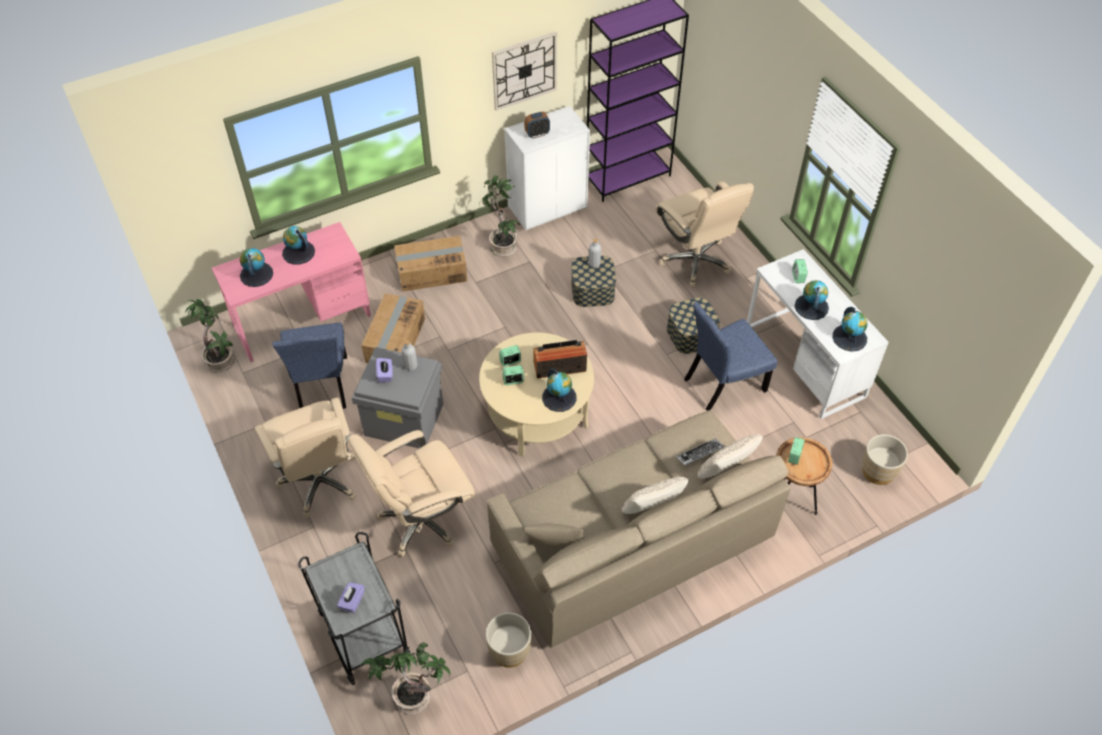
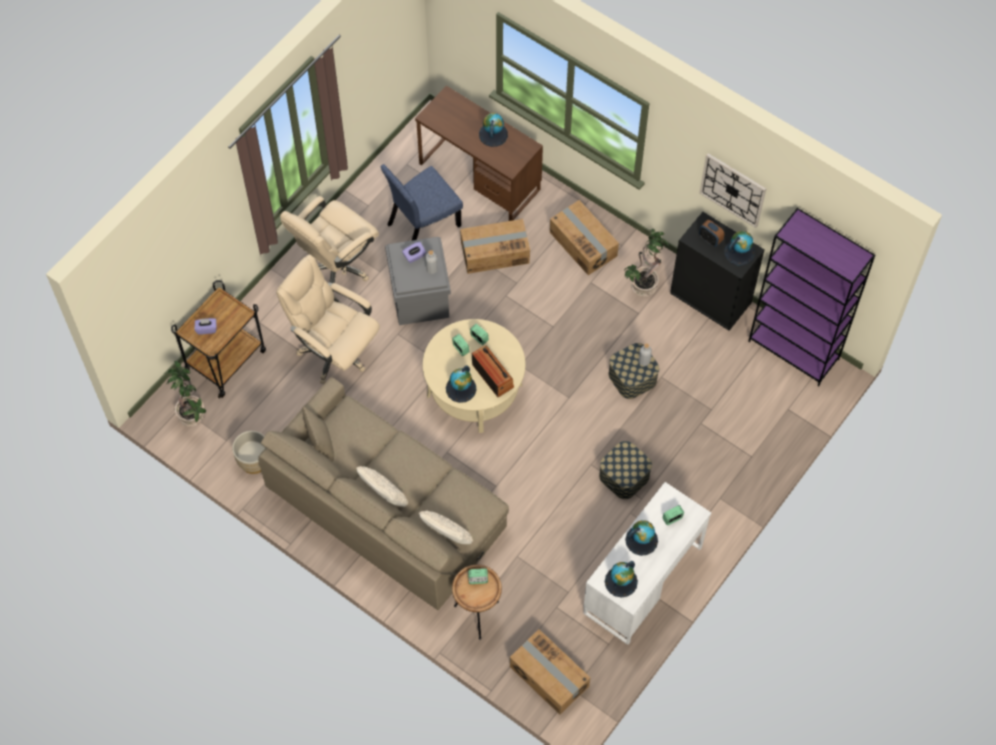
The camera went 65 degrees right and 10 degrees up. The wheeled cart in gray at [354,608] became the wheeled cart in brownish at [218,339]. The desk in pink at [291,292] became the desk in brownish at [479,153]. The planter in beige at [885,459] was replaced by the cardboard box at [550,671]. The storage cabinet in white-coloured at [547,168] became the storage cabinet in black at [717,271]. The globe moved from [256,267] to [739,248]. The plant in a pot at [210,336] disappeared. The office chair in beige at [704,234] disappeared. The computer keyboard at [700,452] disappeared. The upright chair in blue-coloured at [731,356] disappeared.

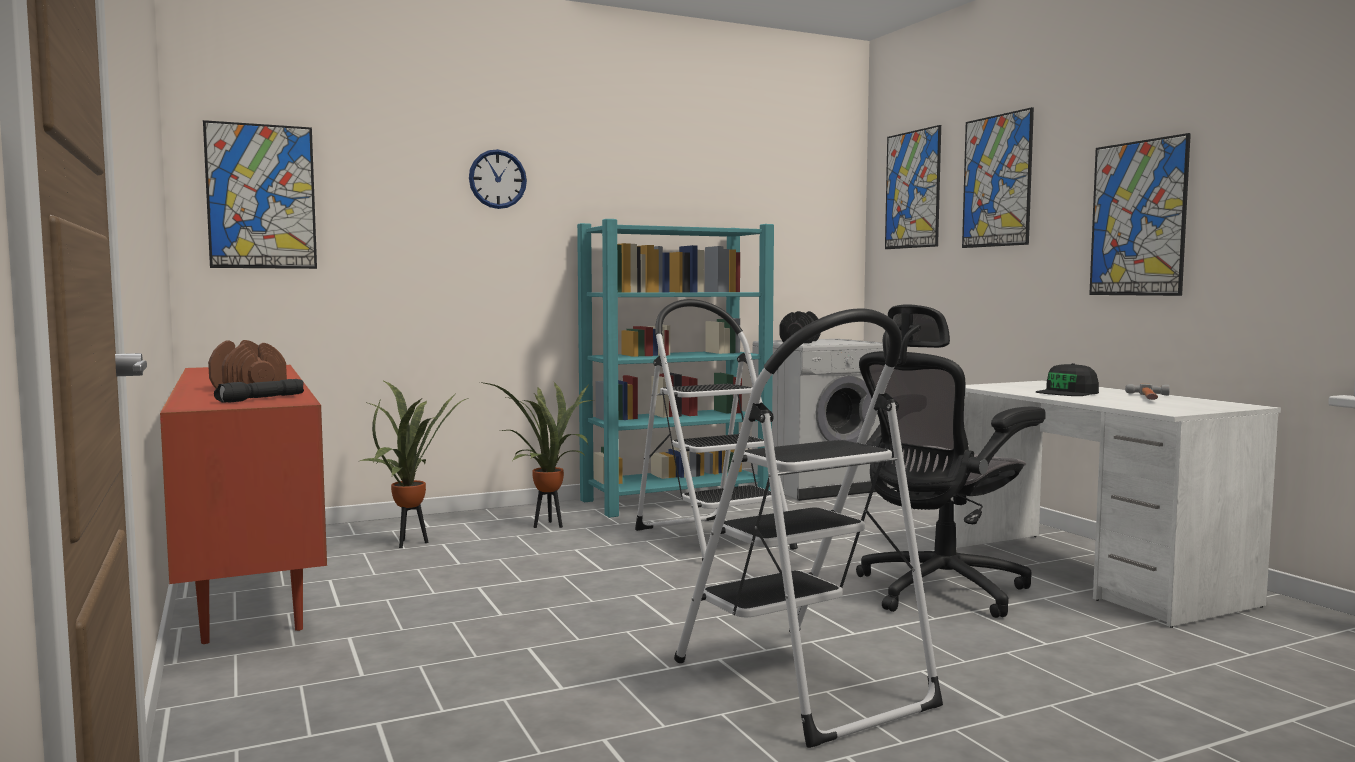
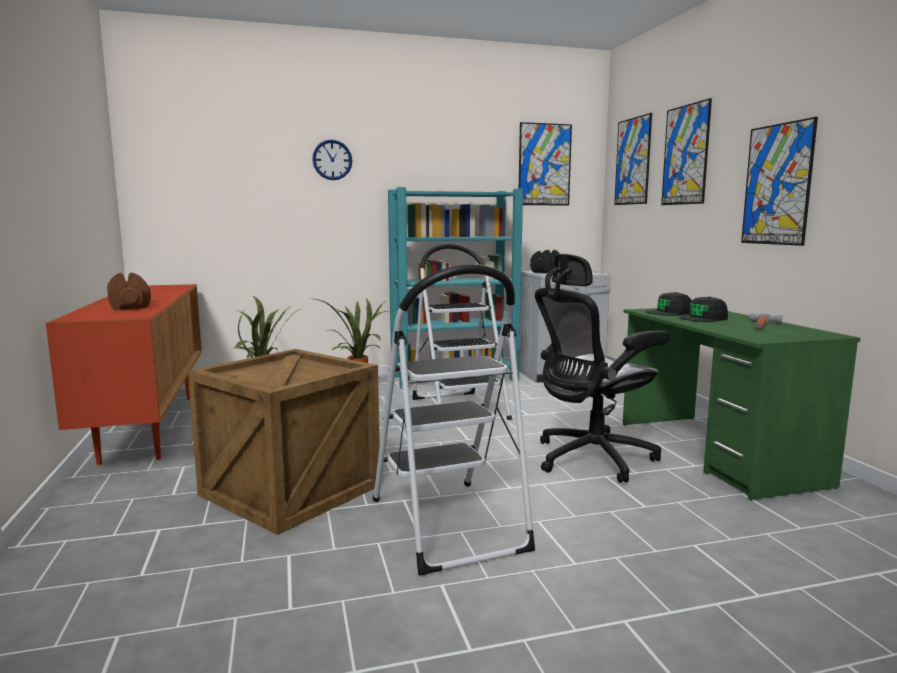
The camera went 10 degrees right and 5 degrees up. The shipping crate at [284,442] appeared. The wall art moved from [260,194] to [545,164]. The desk in white-coloured at [1117,504] became the desk in green at [742,404]. The peaked cap in black at [669,304] appeared. The torch in black at [259,391] disappeared.

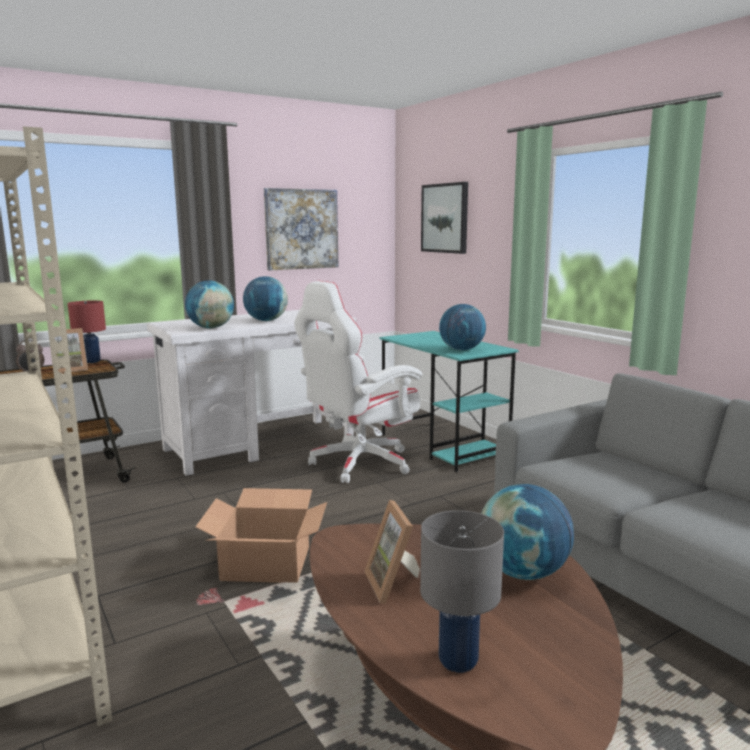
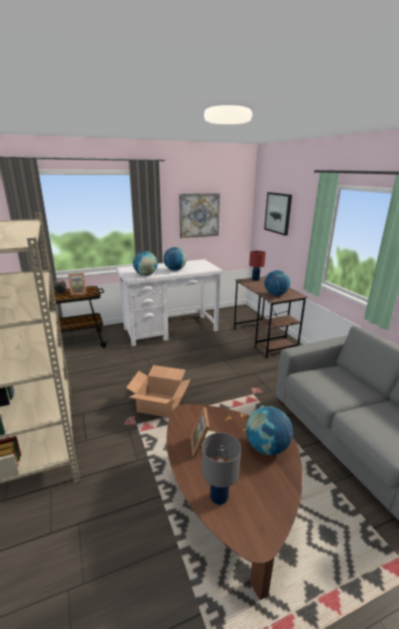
The camera went 10 degrees right and 10 degrees up. The desk in turquoise at [449,401] became the desk in brownish at [271,317]. The lamp for a table in reddish moved from [87,331] to [257,266]. The office chair in white-coloured at [358,382] disappeared.

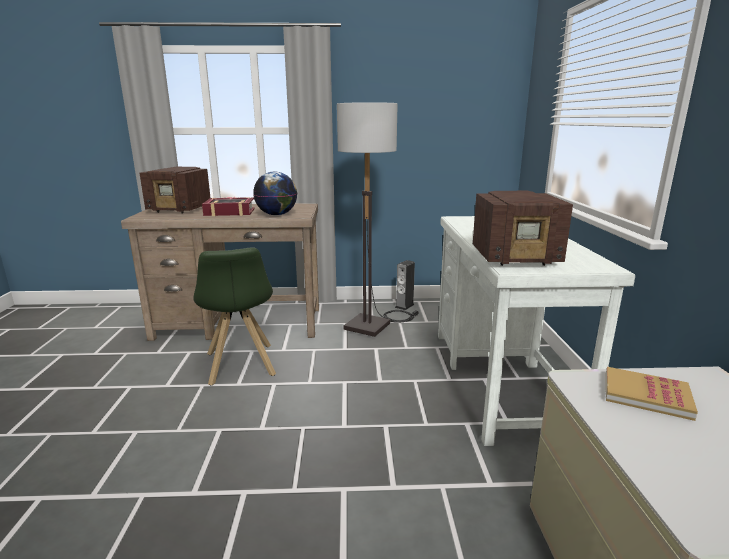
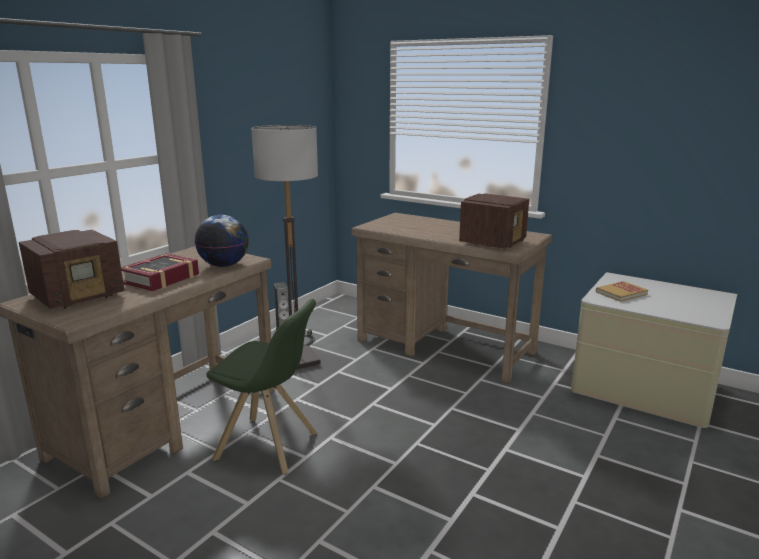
The camera went 55 degrees left and 0 degrees up. The desk in white-coloured at [536,331] became the desk in brownish at [451,298].

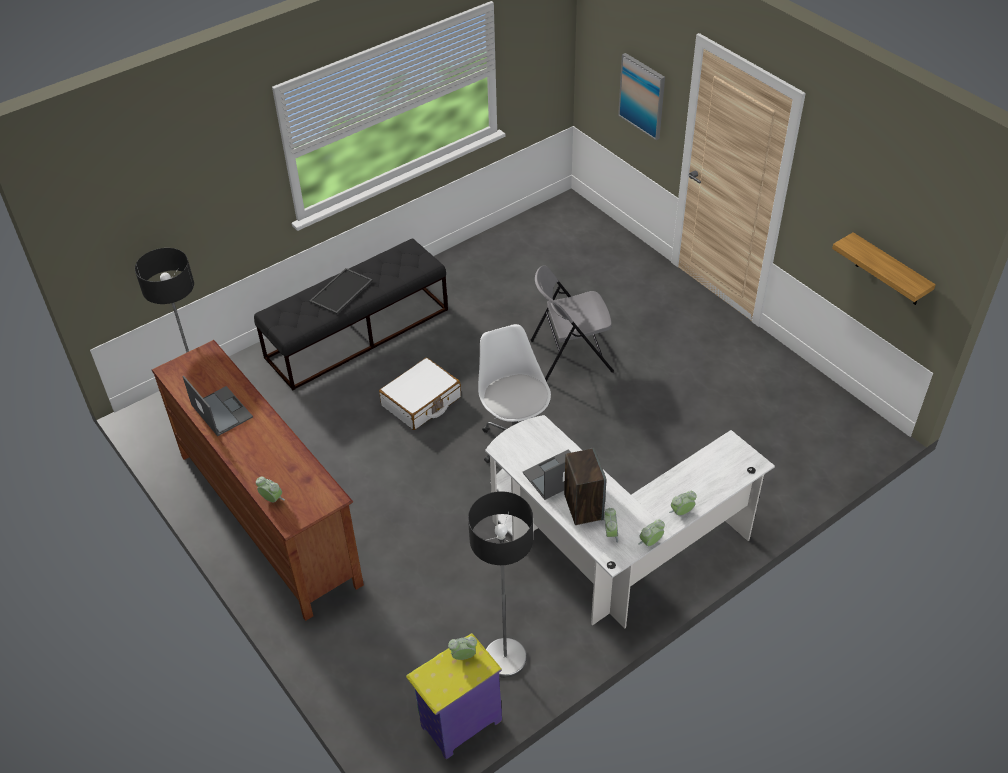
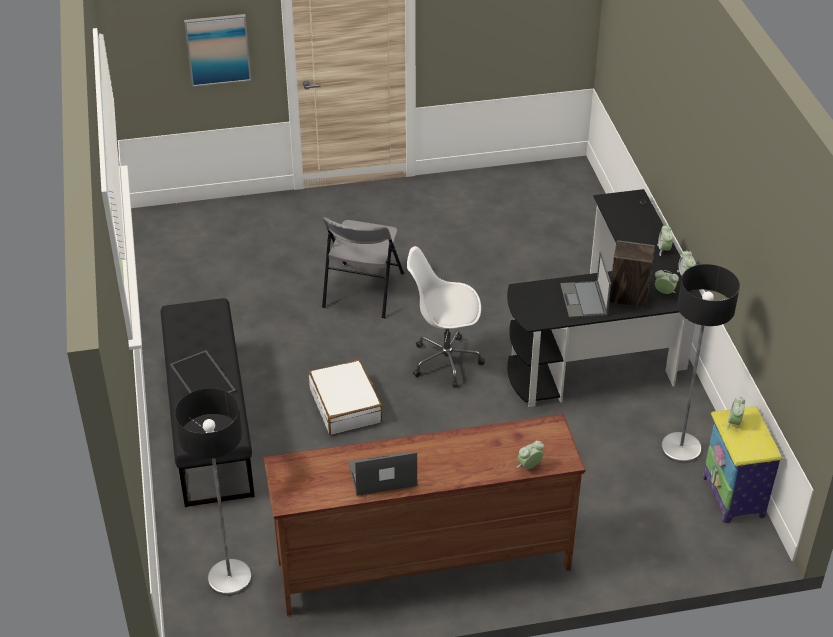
The camera went 65 degrees left and 5 degrees down. The desk in white-coloured at [630,522] became the desk in black at [604,298]. The bracket shelf at [884,268] disappeared.

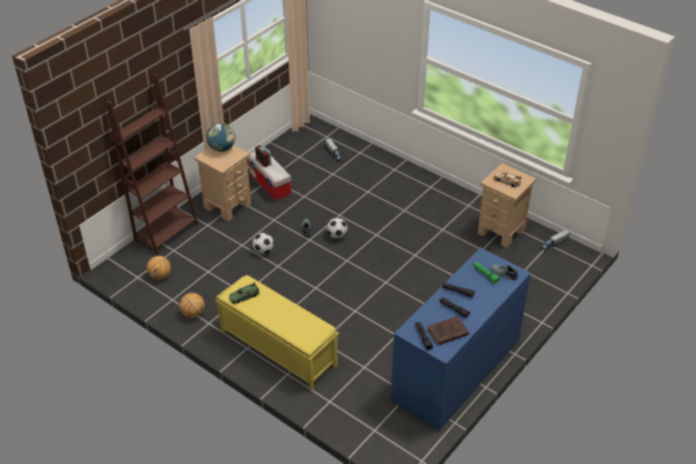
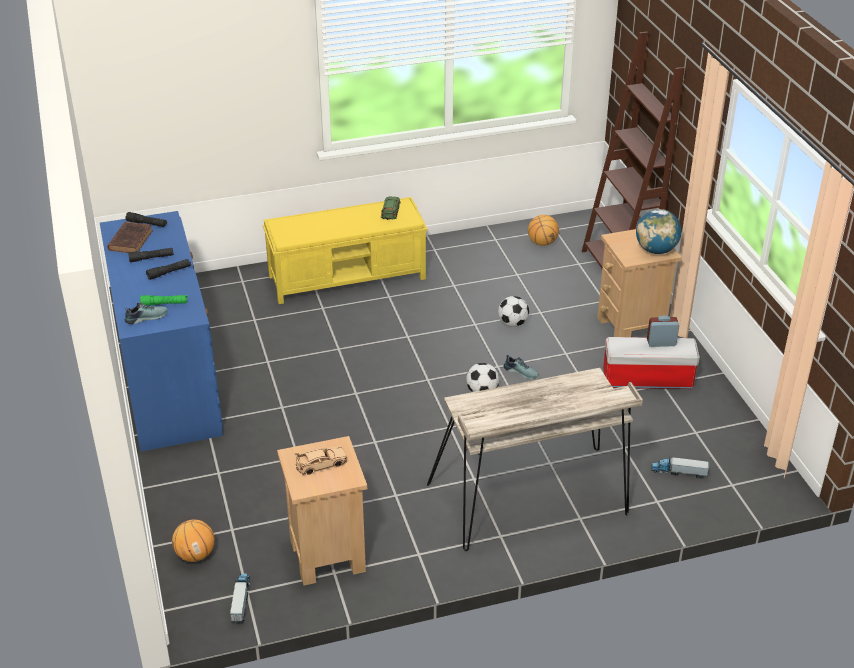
The camera went 125 degrees right and 5 degrees down. The basketball moved from [192,305] to [193,540]. The desk in beige at [535,459] appeared.

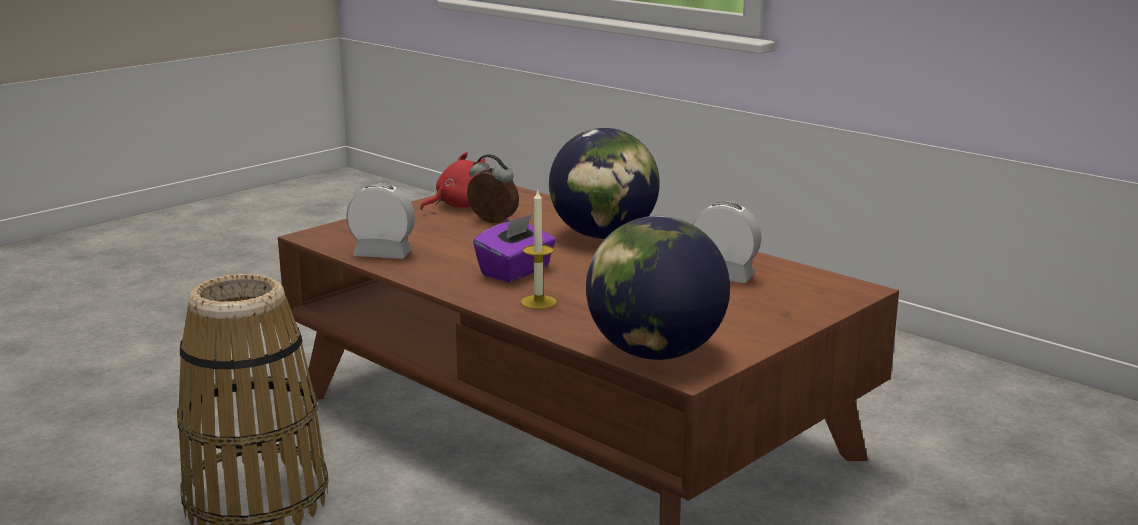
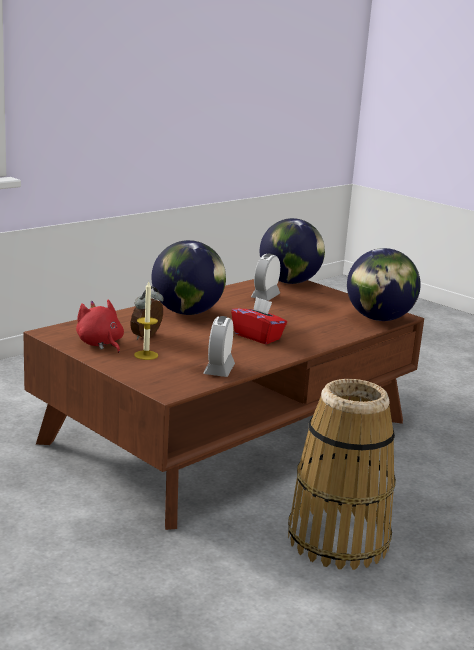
The camera went 90 degrees left and 0 degrees up. The wax light moved from [539,250] to [146,321]. The box of tissues in purple-coloured at [514,248] became the box of tissues in reddish at [259,320]. The globe at [292,251] appeared.

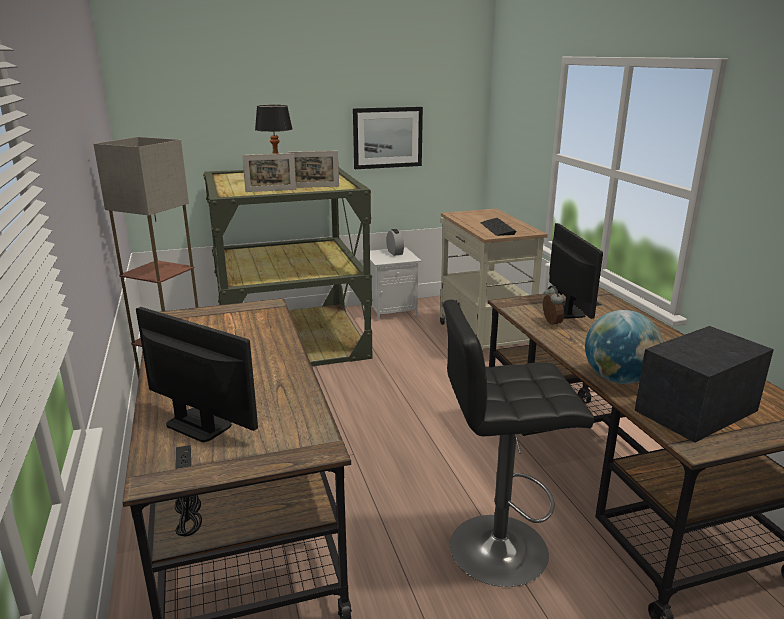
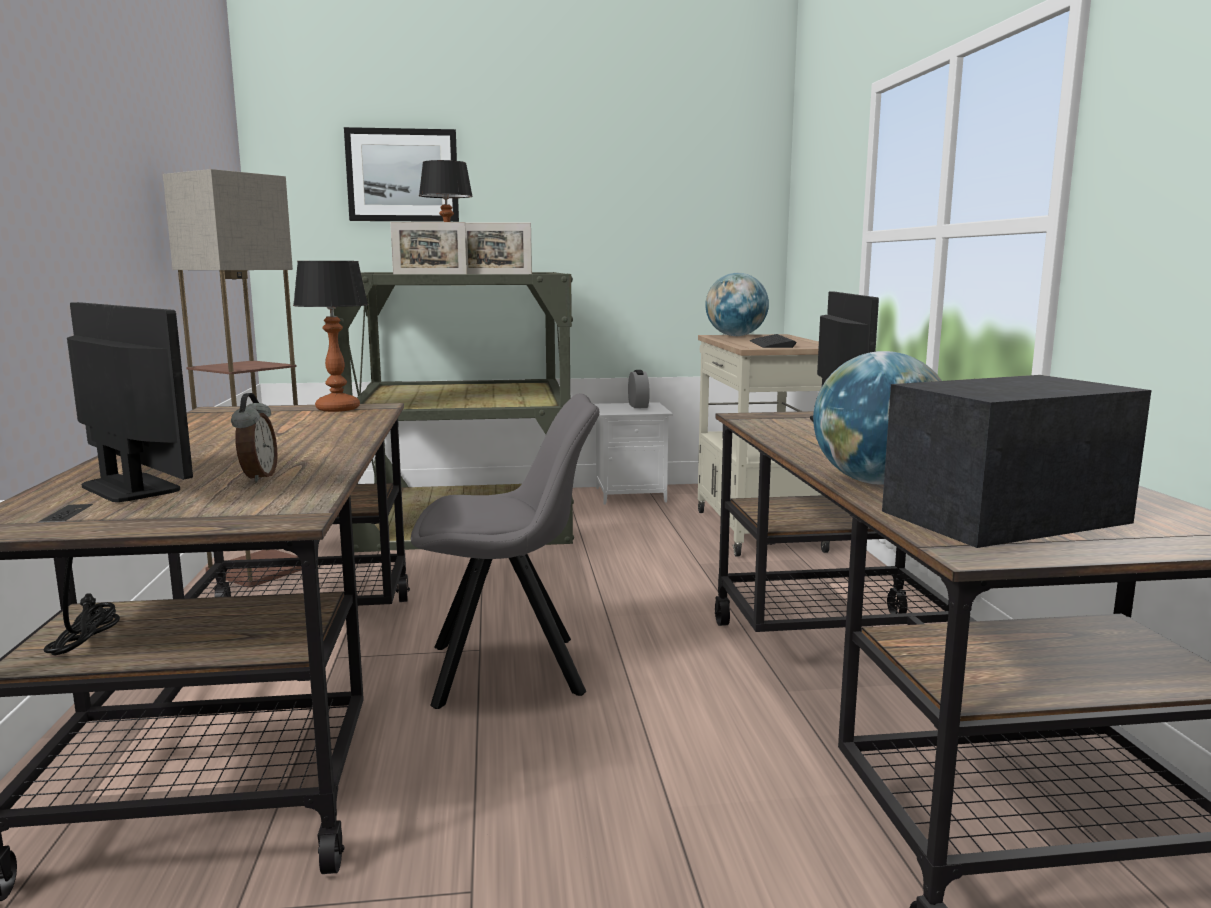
The camera went 10 degrees right and 10 degrees down. The table clock moved from [553,306] to [254,437]. The lamp for a table at [330,336] appeared. The wall art moved from [388,138] to [401,174]. The upright chair in gray at [505,551] appeared. The globe at [737,304] appeared. The stool in black at [519,443] disappeared.

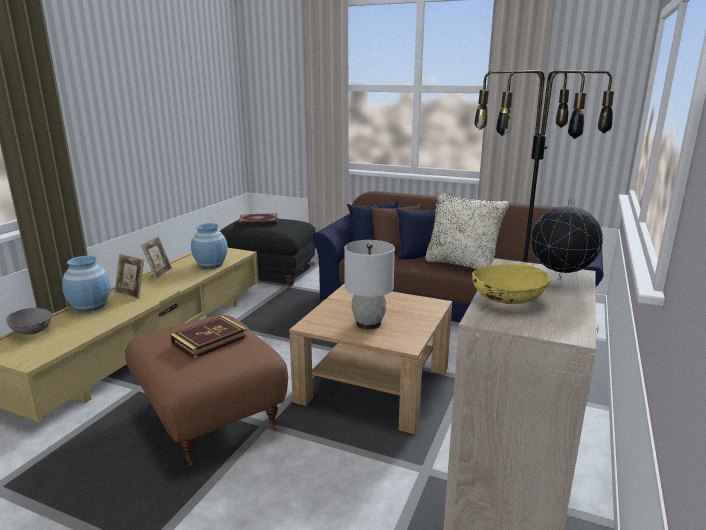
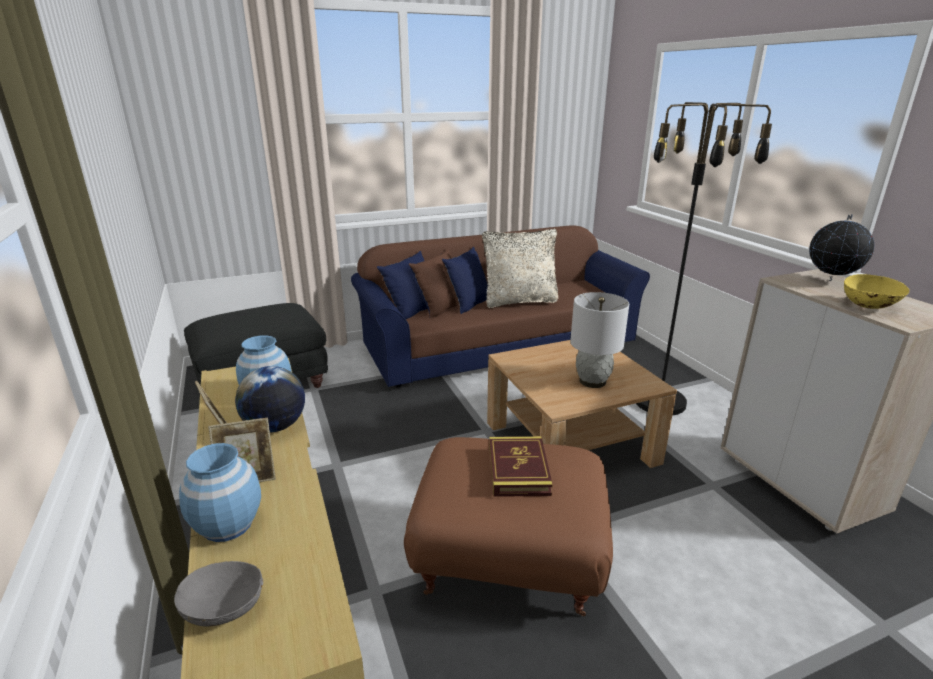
The camera went 45 degrees left and 5 degrees up. The globe at [270,399] appeared. The volume at [258,219] disappeared.

